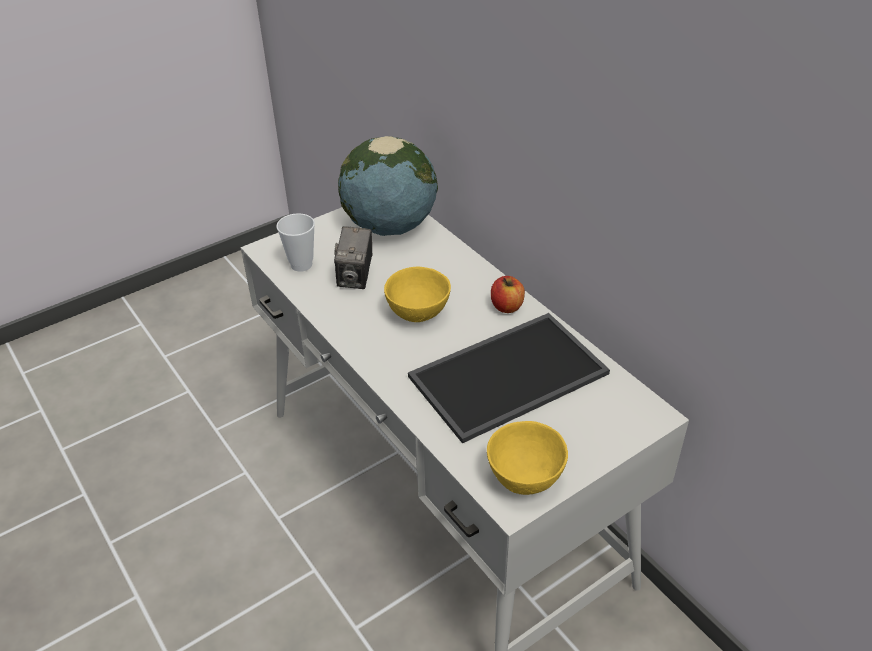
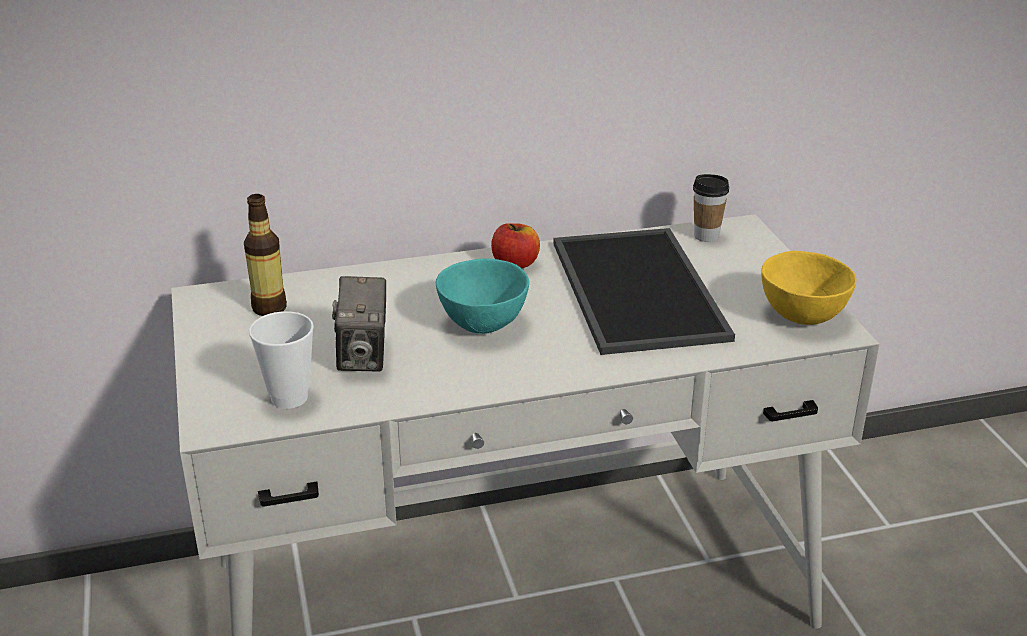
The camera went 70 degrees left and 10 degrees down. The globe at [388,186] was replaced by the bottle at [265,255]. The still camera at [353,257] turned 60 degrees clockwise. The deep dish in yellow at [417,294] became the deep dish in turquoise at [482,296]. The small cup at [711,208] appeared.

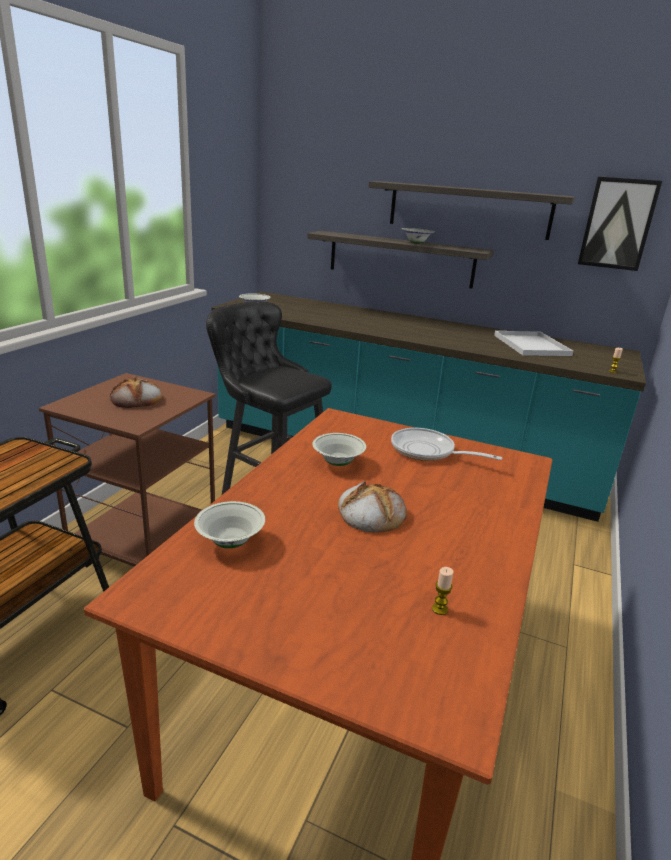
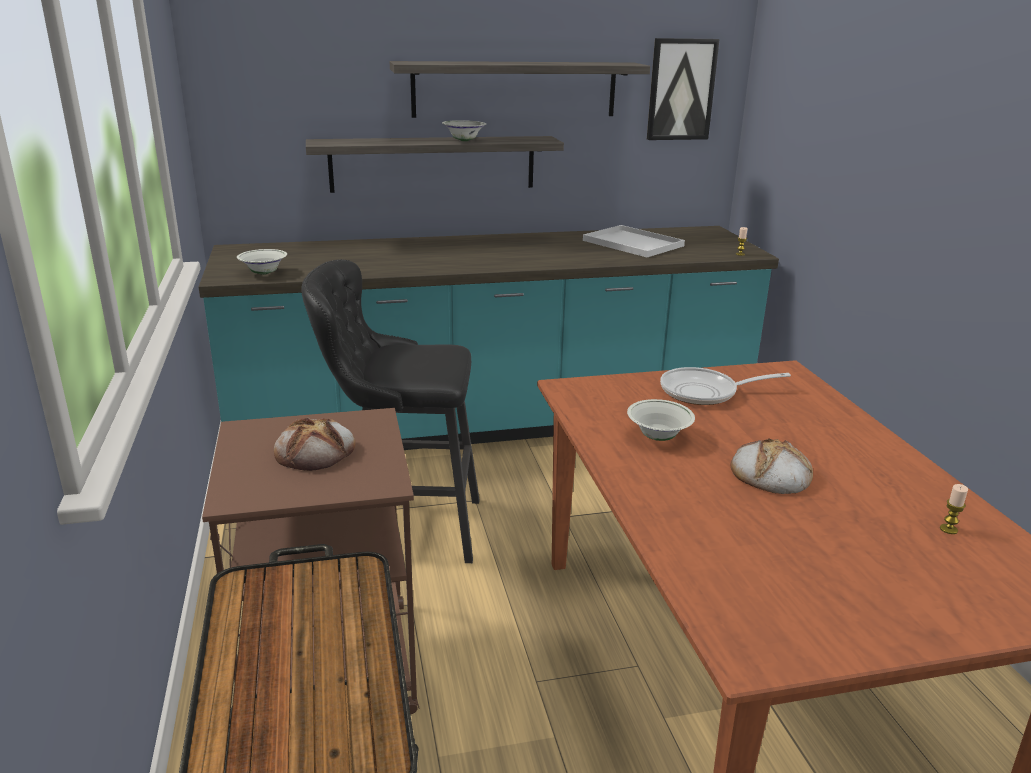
The camera went 35 degrees left and 0 degrees up. The deep dish in white-coloured at [229,524] disappeared.

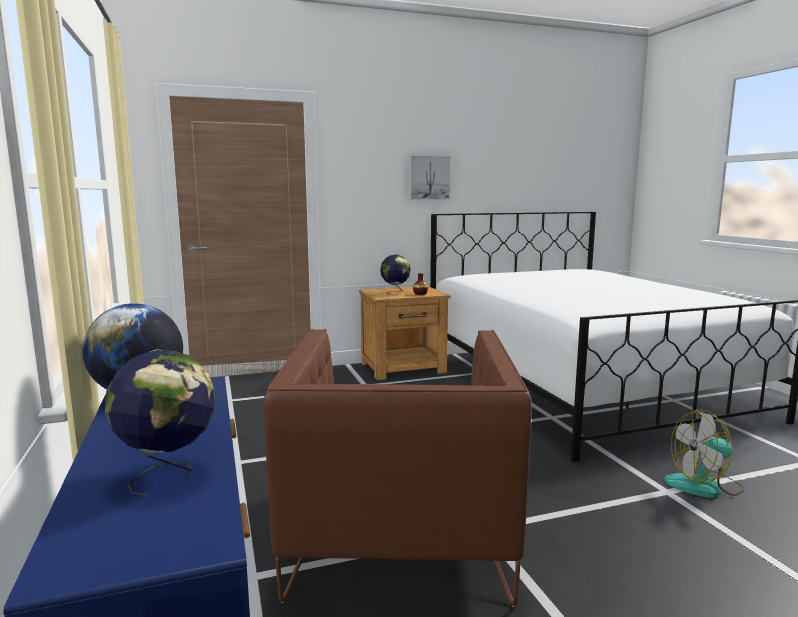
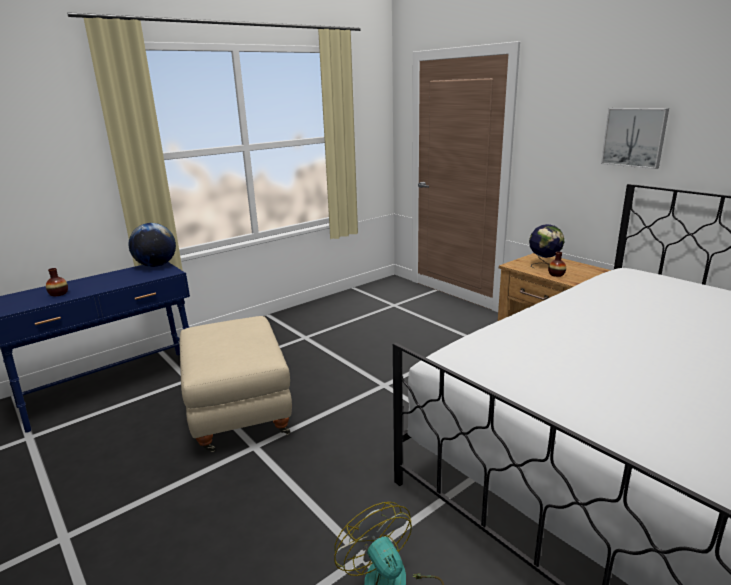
The camera went 70 degrees right and 10 degrees up. The globe at [160,423] was replaced by the decorative vase at [57,282]. The lounge chair in brownish at [398,468] was replaced by the footrest in beige at [235,384].

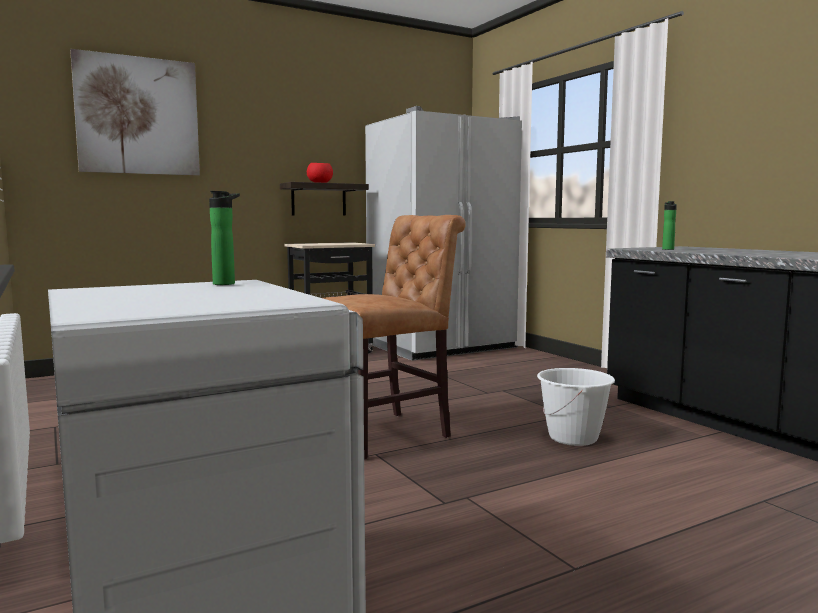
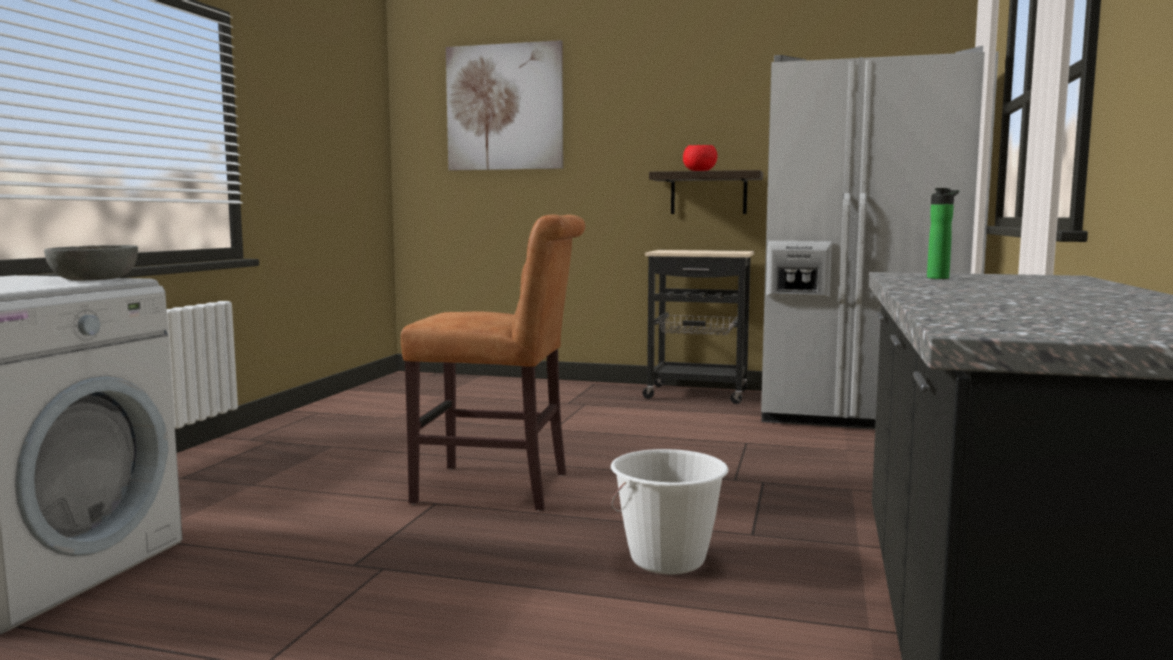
The camera went 45 degrees right and 0 degrees up. The bottle at [224,238] was replaced by the deep dish in gray at [91,263].

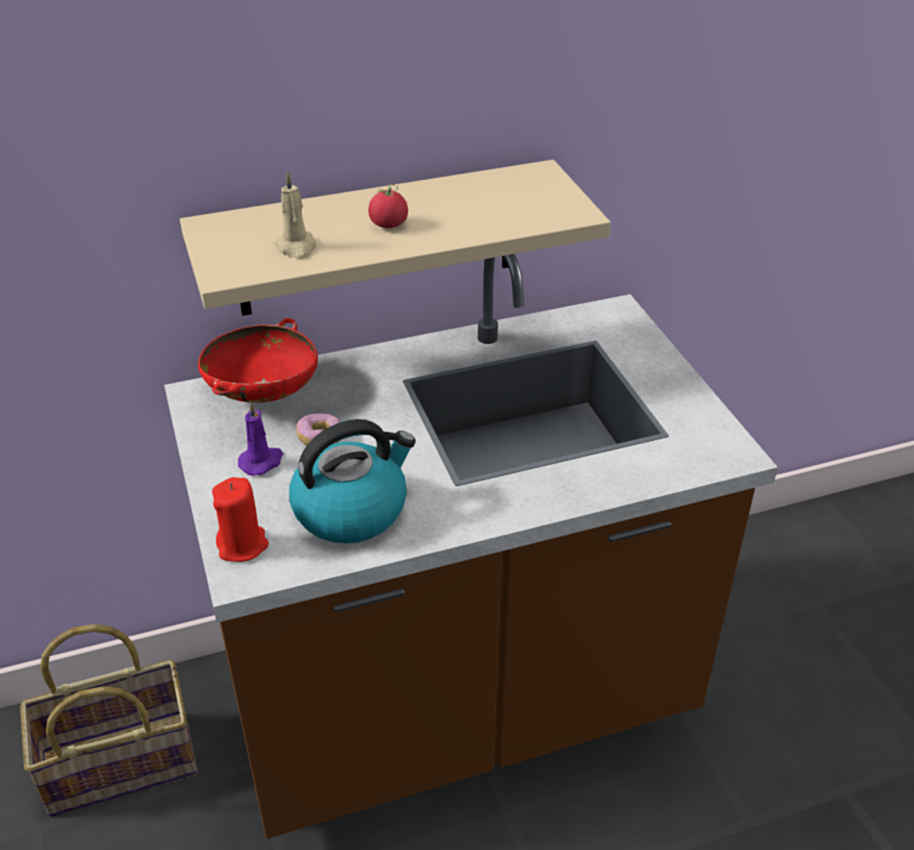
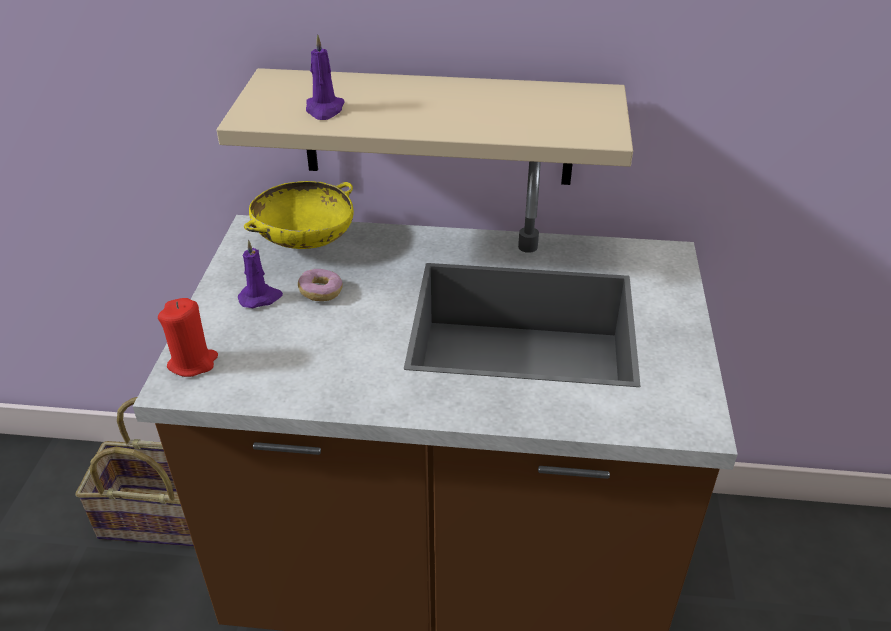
The camera went 25 degrees right and 0 degrees up. The deep dish in reddish at [258,360] became the deep dish in yellow at [299,215]. The wax light in beige at [294,215] became the wax light in purple-coloured at [325,77]. The water kettle at [352,481] disappeared. The whole tomato at [388,205] disappeared.

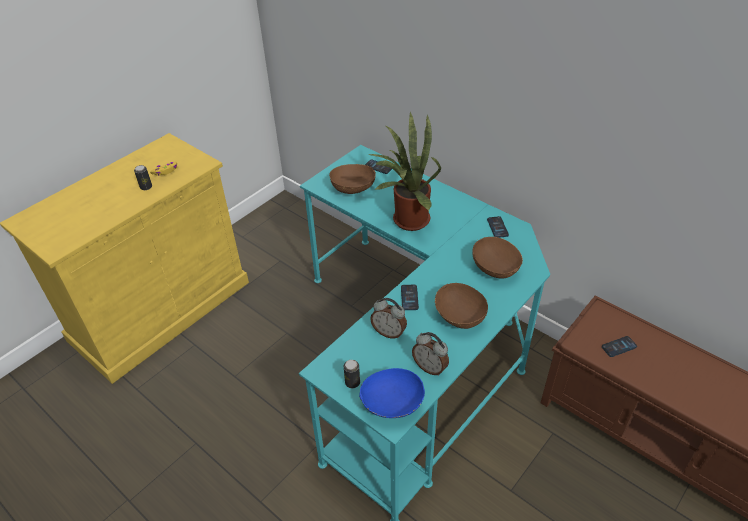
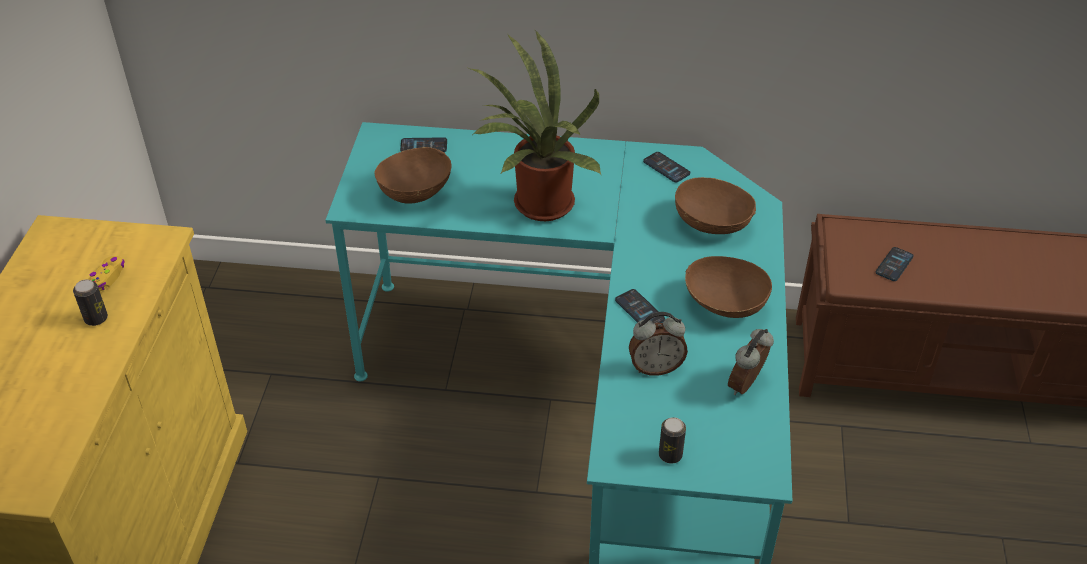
The camera went 35 degrees left and 0 degrees up. The table clock at [430,354] turned 120 degrees clockwise. The deep dish in blue-coloured at [392,393] disappeared.

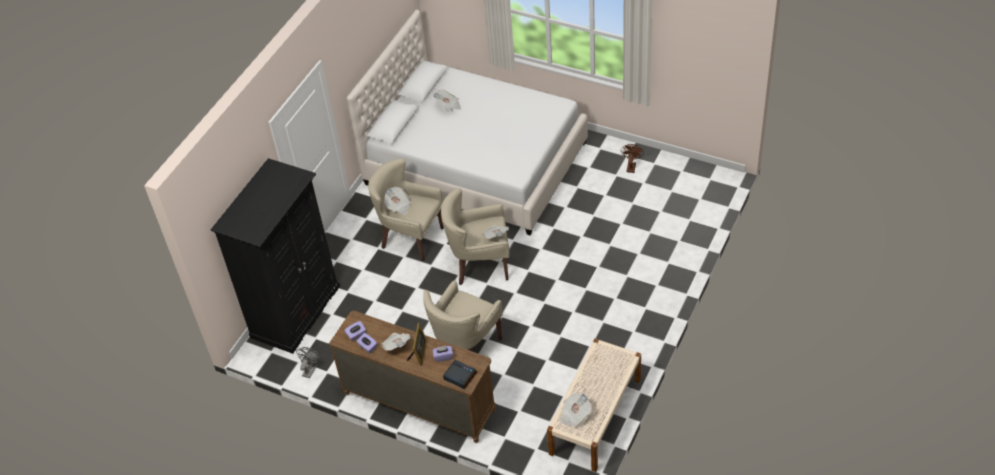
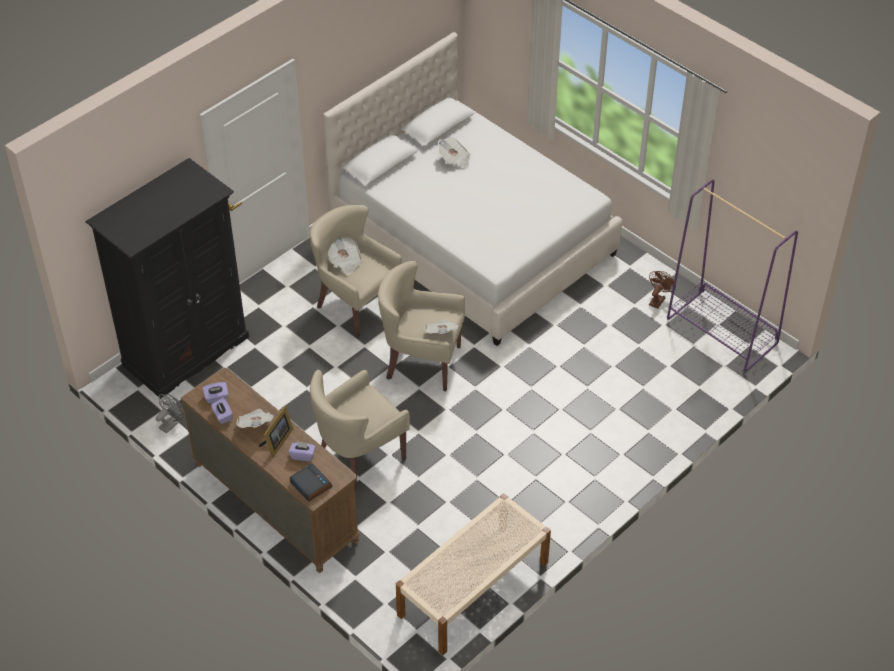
The camera went 15 degrees right and 0 degrees up. The garment stand in purple-coloured at [732,275] appeared. The daily paper at [575,410] disappeared.

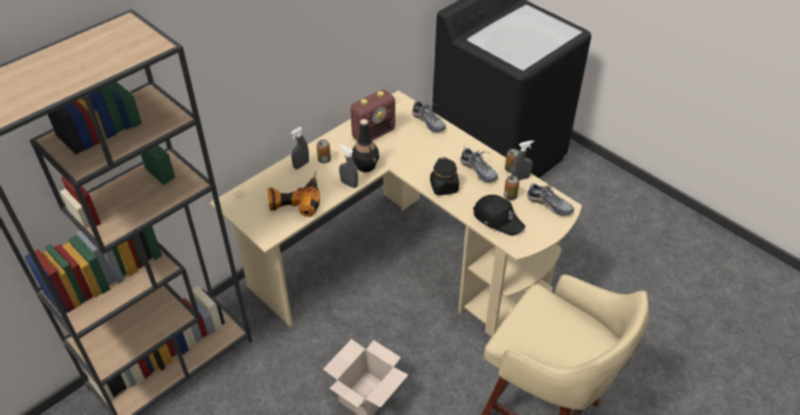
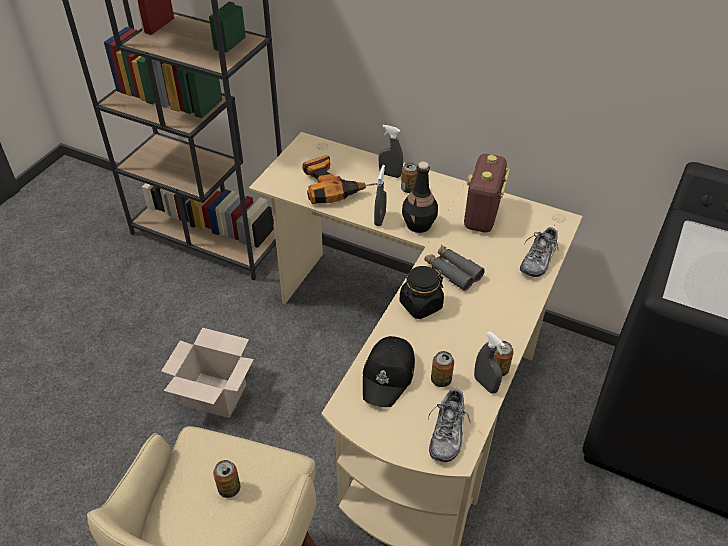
The camera went 70 degrees right and 0 degrees up. The can at [227,479] appeared. The binoculars in gray at [454,268] appeared. The radio set at [372,115] turned 75 degrees clockwise. The low shoe at [479,165] disappeared.

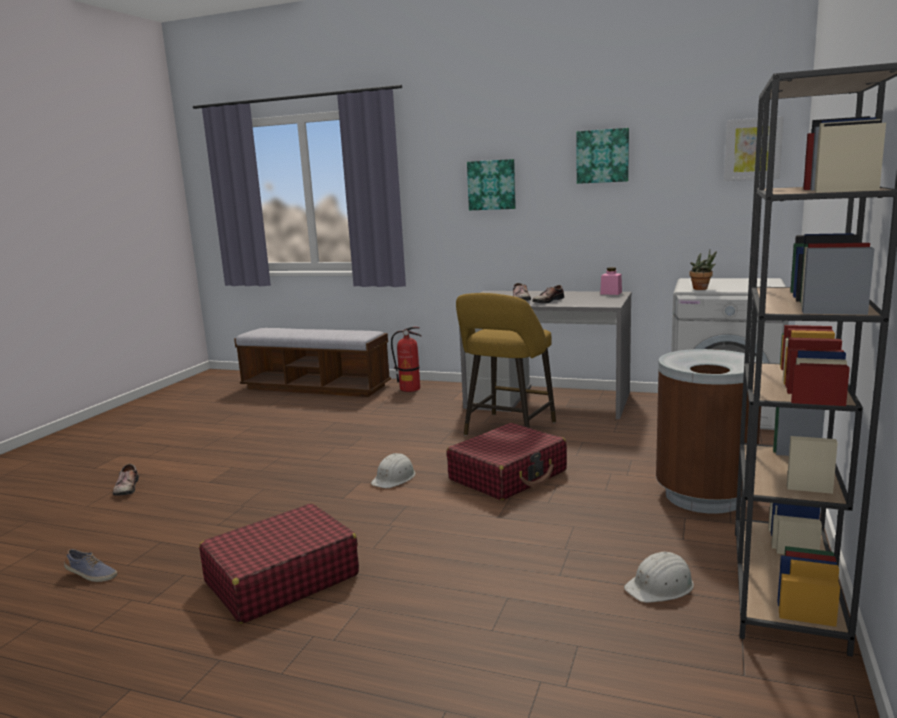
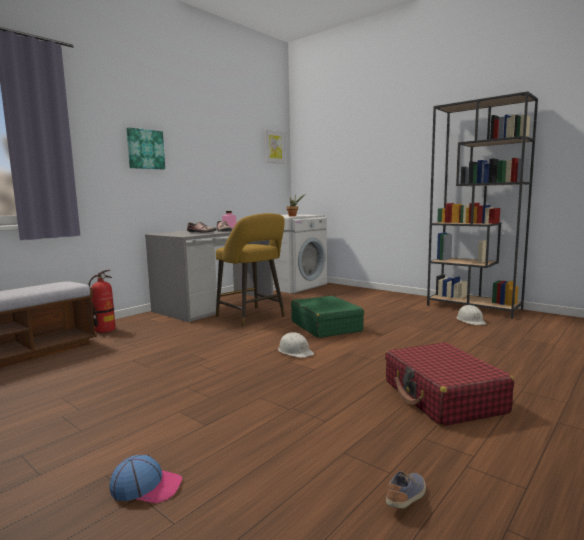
The camera went 70 degrees left and 5 degrees down. The low shoe at [126,480] was replaced by the peaked cap at [146,479]. The piece of luggage in reddish at [507,461] became the piece of luggage in green at [327,317]. The wall art at [602,156] disappeared. The waste bin in brownish at [710,431] disappeared.

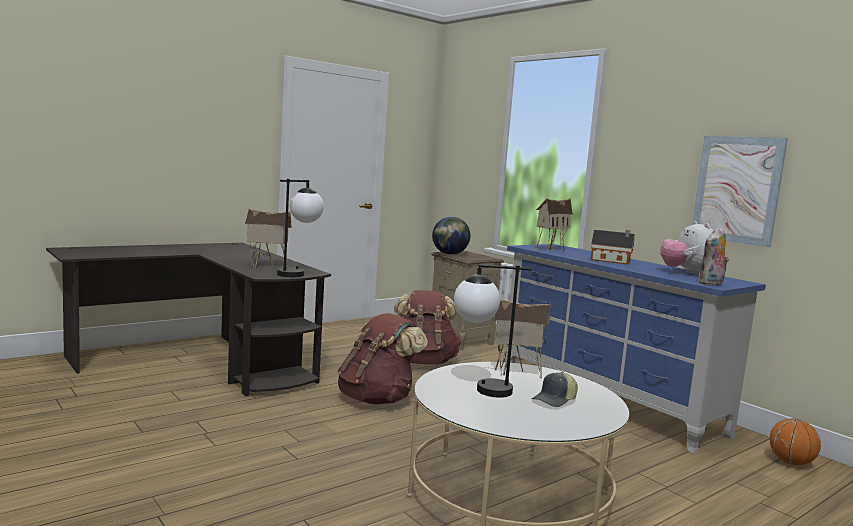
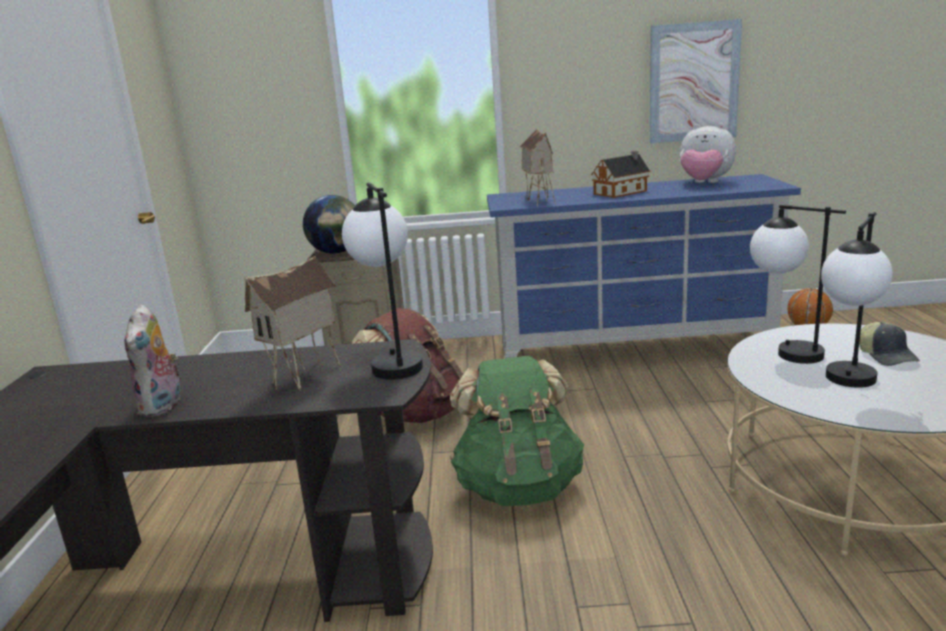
The camera went 50 degrees left and 10 degrees up. The plush toy moved from [714,256] to [152,360]. The rucksack in brownish at [382,359] became the rucksack in green at [517,431]. The model house at [522,339] was replaced by the lamp for a table at [798,284].

